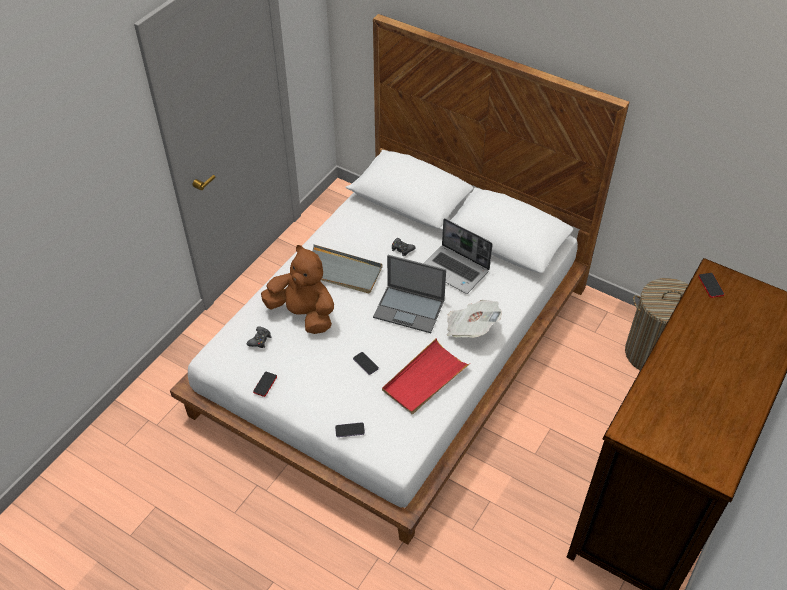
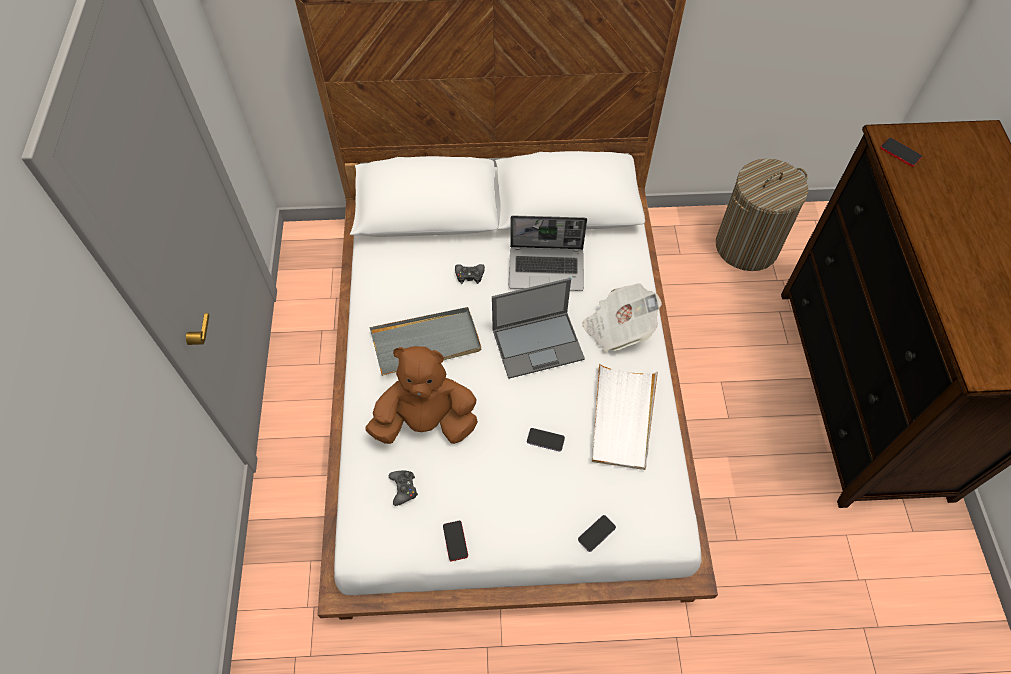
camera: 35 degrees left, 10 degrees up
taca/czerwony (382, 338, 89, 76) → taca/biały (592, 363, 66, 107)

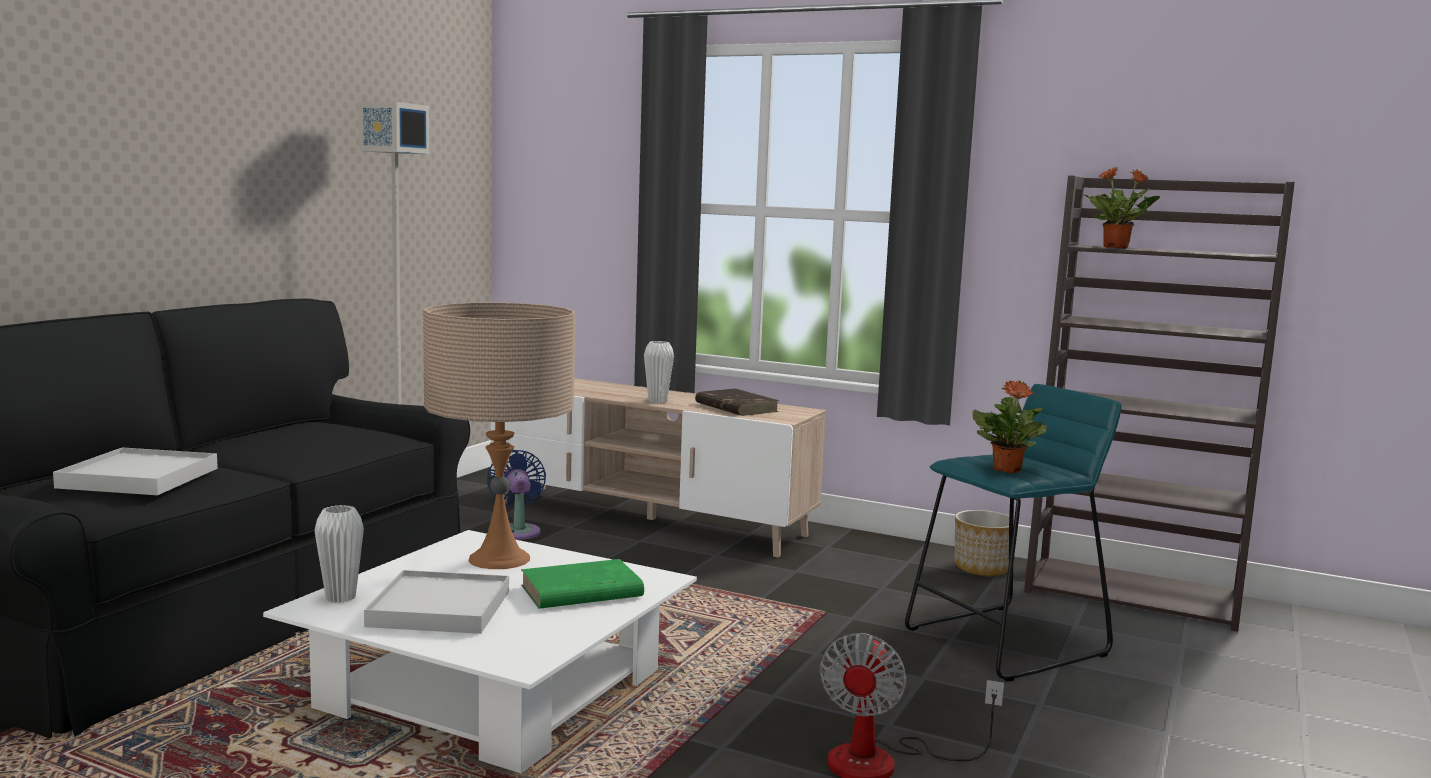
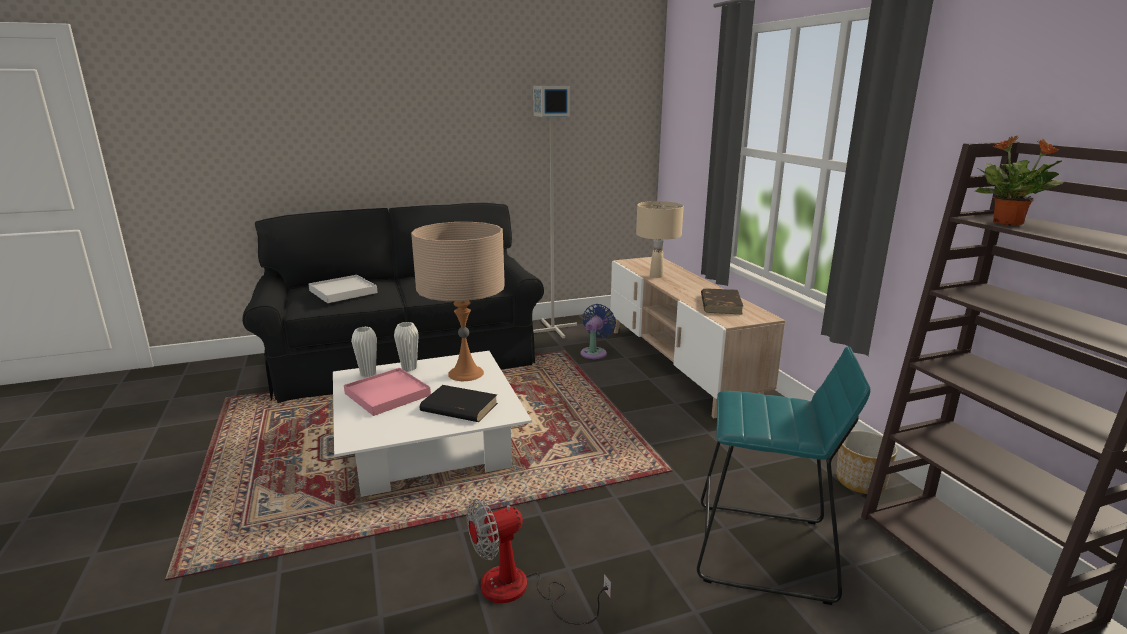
camera: 45 degrees right, 10 degrees up
roślina doniczkowa (972, 380, 75, 93) → -
- → lampa stołowa/beżowy (636, 201, 48, 77)
wazon/biały (644, 341, 30, 62) → wazon/biały (394, 322, 25, 49), moved
taca/biały (364, 570, 145, 64) → taca/różowy (344, 368, 87, 48)
książka/zielony (521, 559, 123, 50) → książka/czarny (420, 385, 78, 37)

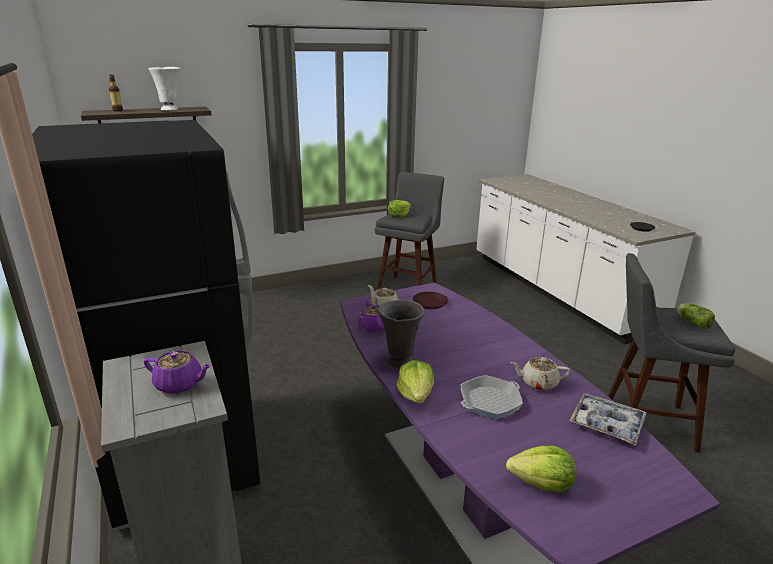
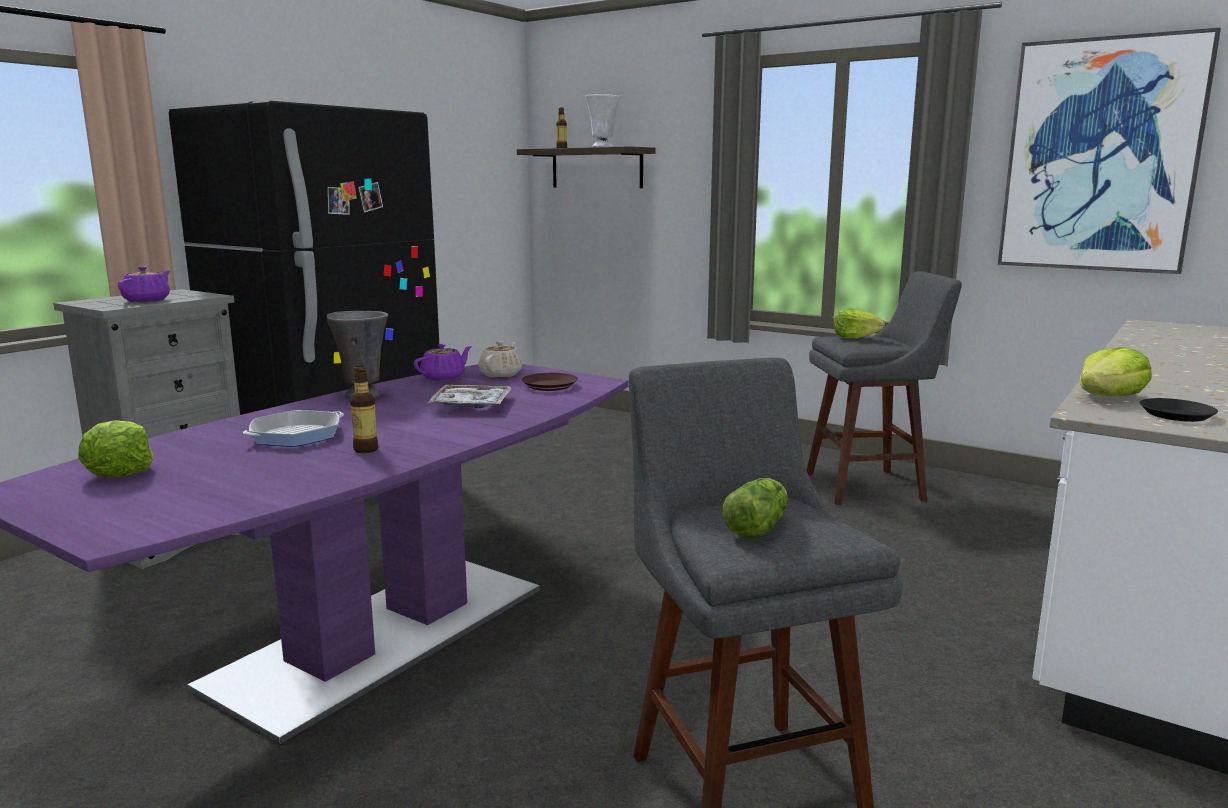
camera: 60 degrees right, 10 degrees down
- → obraz (998, 28, 223, 246)
sałata (397, 360, 37, 43) → sałata (1079, 347, 73, 49), moved
taca (569, 393, 78, 52) → taca (428, 385, 84, 23), moved
imbryk/beżowy (510, 357, 60, 34) → butelka (350, 365, 28, 88)
imbryk/fioletowy (144, 351, 67, 43) → imbryk/fioletowy (118, 266, 52, 36), 150 degrees counterclockwise
patelnia (461, 375, 62, 44) → patelnia (243, 410, 101, 37), 75 degrees counterclockwise

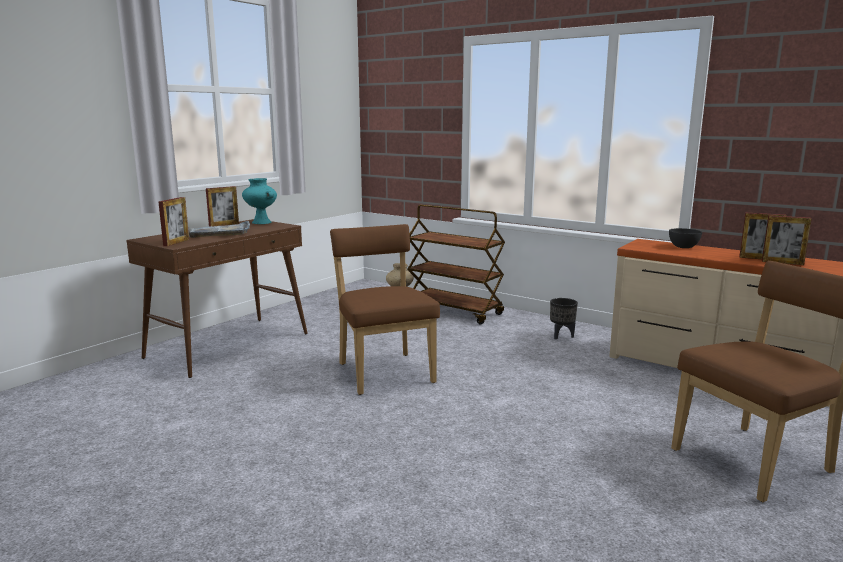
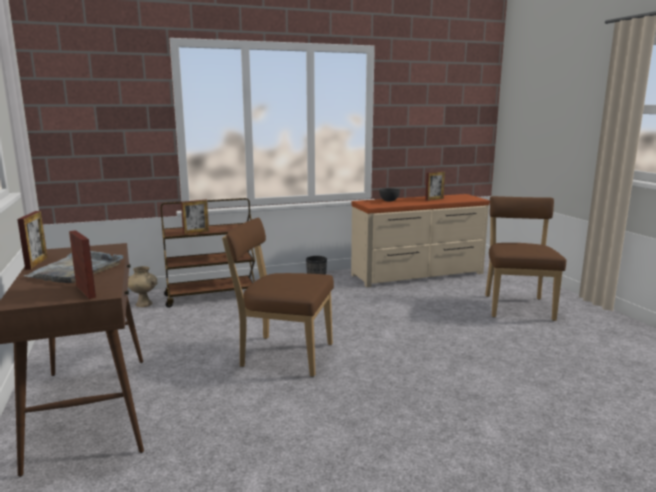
camera: 55 degrees left, 0 degrees up
wazon/turkusowy (242, 178, 35, 46) → -
ramka na zdjęcie (762, 215, 50, 50) → ramka na zdjęcie (181, 200, 28, 35), moved

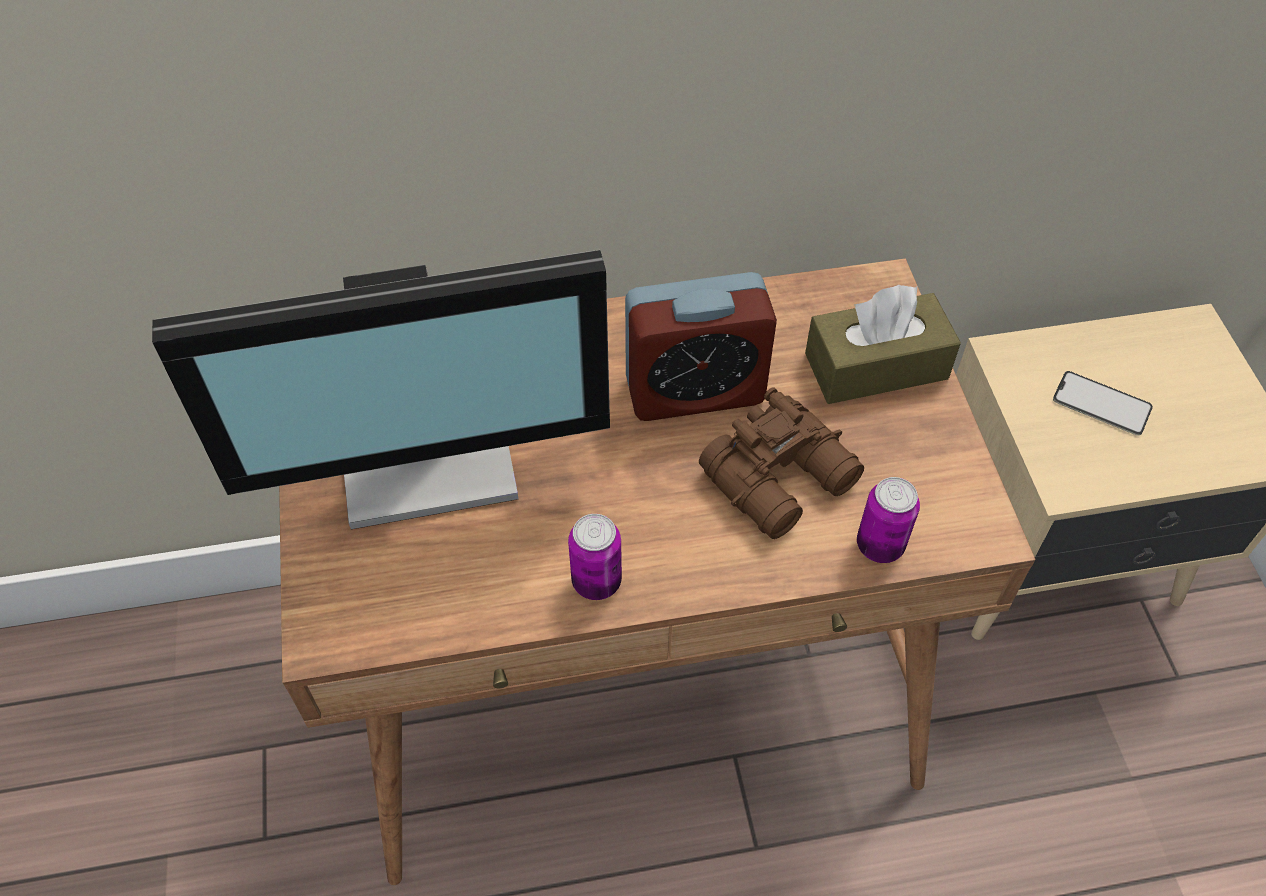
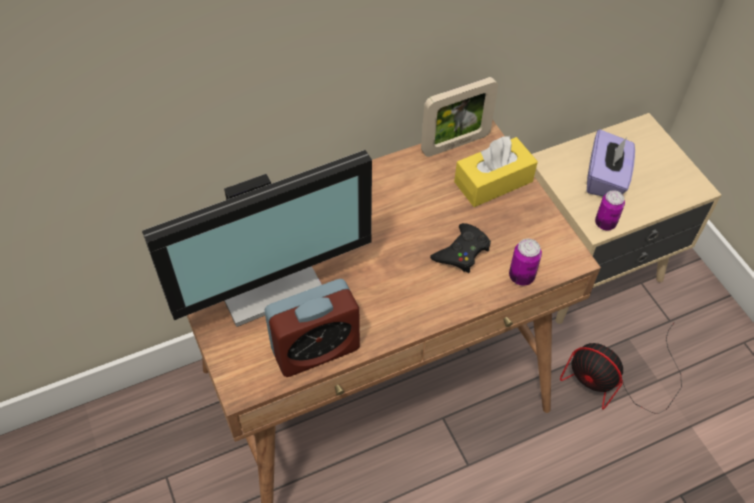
camera: 15 degrees left, 0 degrees up
- → ramka na zdjęcie (421, 77, 77, 80)
- → wentylator (560, 322, 122, 92)
puszka (568, 514, 54, 86) → puszka (595, 190, 30, 40), moved
budzik (625, 272, 152, 149) → budzik (264, 279, 96, 98), moved
lornetka/brązowy (699, 387, 165, 152) → pad do gier/czarny (430, 223, 61, 50)
telefon (1053, 371, 100, 65) → pudełko chusteczek/fioletowy (587, 129, 48, 67)
pudełko chusteczek/brązowy (805, 285, 156, 119) → pudełko chusteczek/żółty (454, 135, 84, 72)

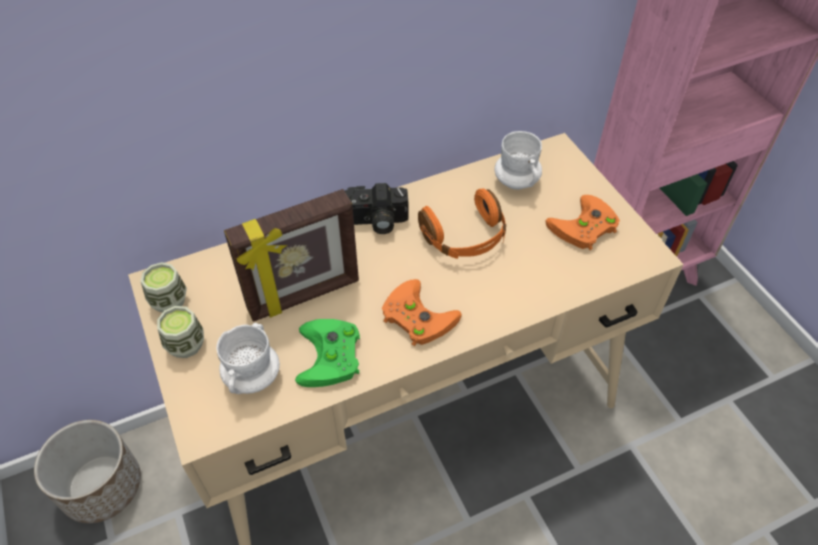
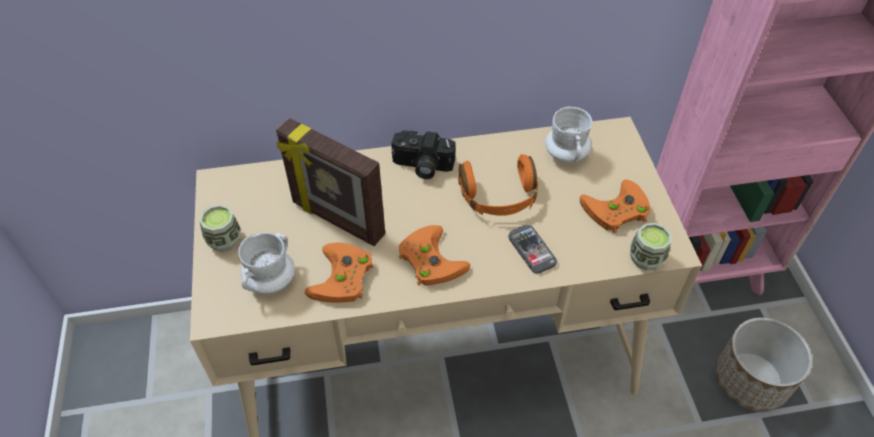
camera: 15 degrees right, 0 degrees up
- → telefon (508, 225, 49, 49)
donica (34, 420, 107, 103) → donica (716, 317, 96, 95), moved
filiżanka (141, 262, 46, 51) → filiżanka (630, 223, 41, 47), moved
pad do gier/zielony (295, 319, 65, 68) → pad do gier/pomarańczowy (305, 243, 68, 60)
ramka na zdjęcie (224, 189, 135, 133) → ramka na zdjęcie (276, 118, 109, 128), 45 degrees clockwise

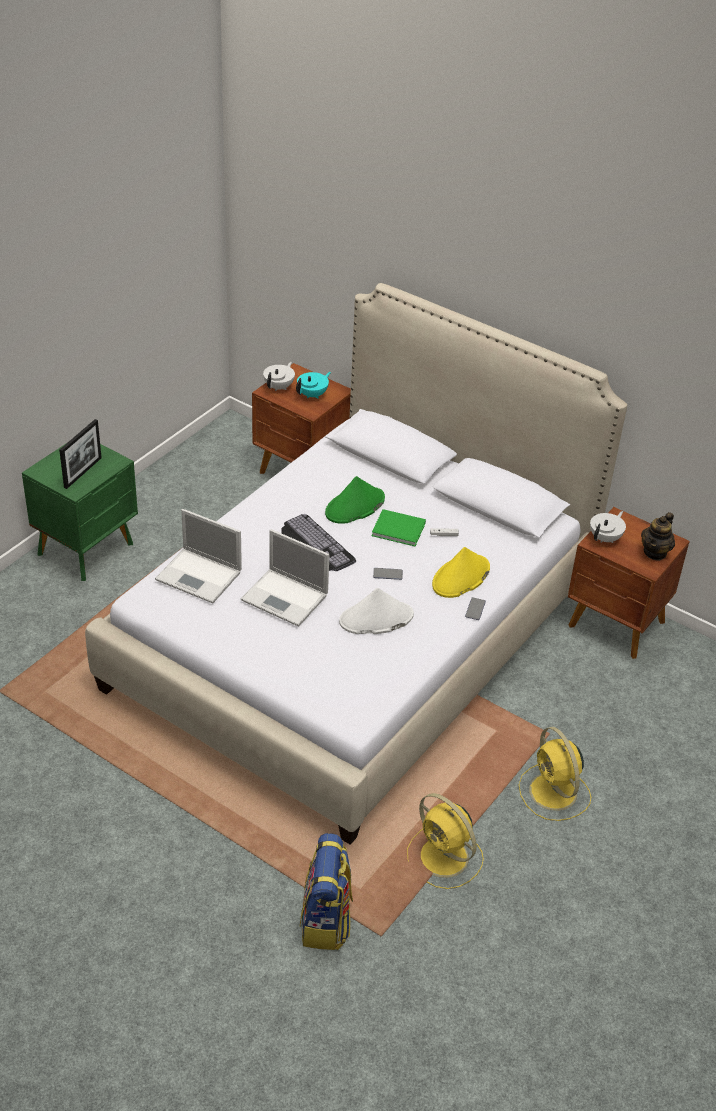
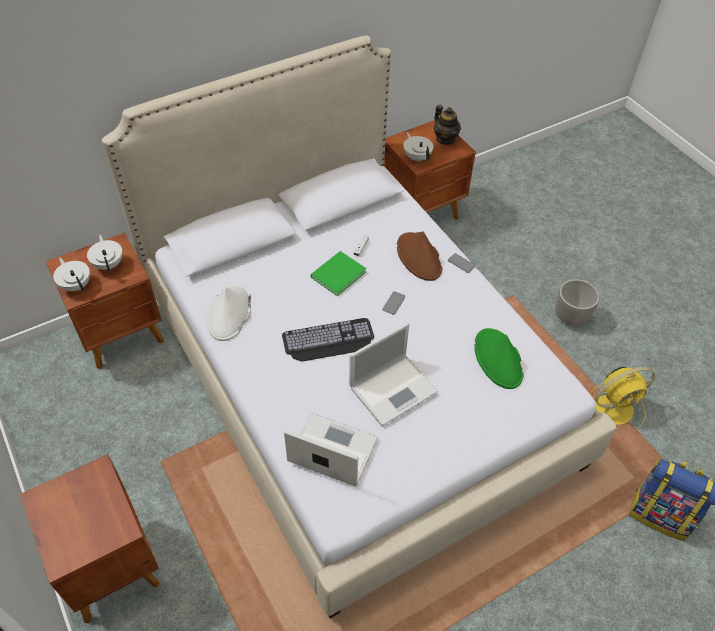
camera: 65 degrees left, 10 degrees up
ramka na zdjęcie (59, 419, 43, 70) → -
kapelusz/zielony (325, 476, 60, 48) → kapelusz/zielony (474, 328, 50, 61), moved
kapelusz/biały (339, 588, 75, 46) → kapelusz/biały (207, 284, 44, 57), moved
wentylator/żółty (519, 727, 72, 94) → donica (555, 279, 45, 47)
szafka nocna/zielony (22, 442, 116, 139) → szafka nocna/brązowy (20, 454, 140, 170)
imbryk/turkusowy (296, 372, 35, 27) → imbryk/biały (87, 235, 36, 37)
kapelusz/żółty (432, 547, 58, 51) → kapelusz/brązowy (397, 231, 45, 50)
laptop (155, 509, 87, 94) → laptop (284, 413, 94, 74), 120 degrees counterclockwise

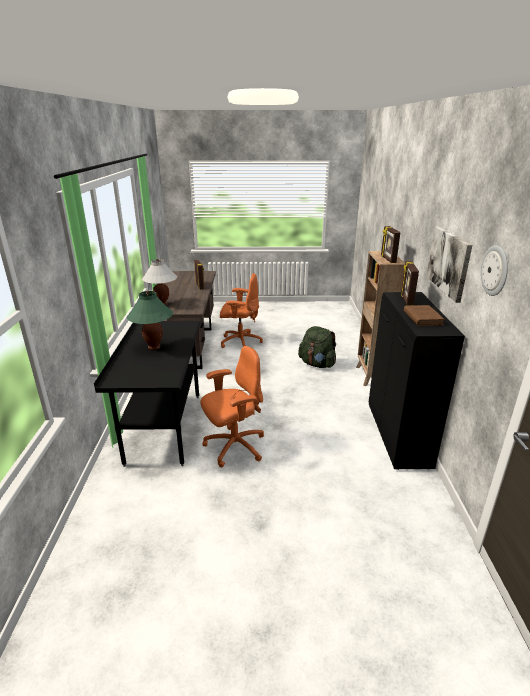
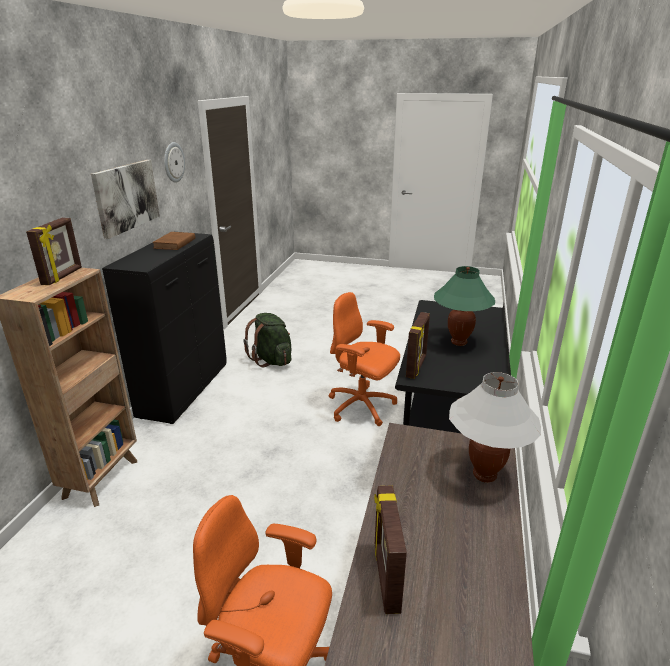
camera: 165 degrees left, 0 degrees up
plecak/zielony (298, 326, 38, 42) → plecak/zielony (243, 313, 48, 54), moved
ramka na zdjęcie (401, 261, 18, 45) → ramka na zdjęcie (406, 312, 24, 67), moved
krzesło biurowe/pomarańczowy (200, 346, 64, 122) → krzesło biurowe/pomarańczowy (329, 292, 71, 134), 45 degrees clockwise

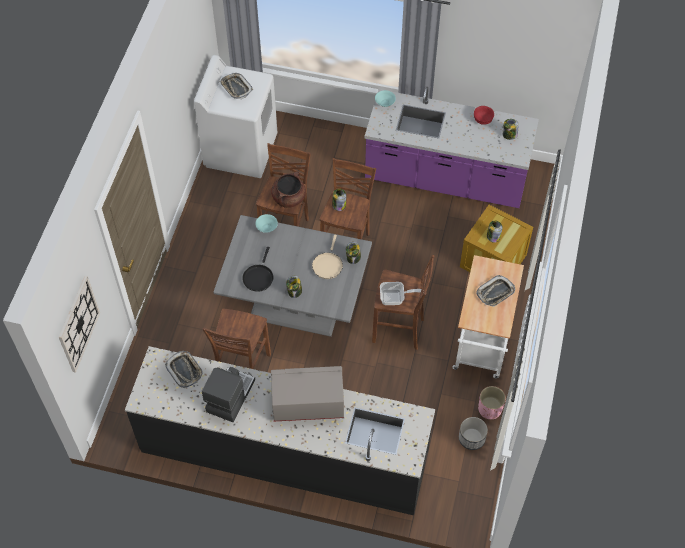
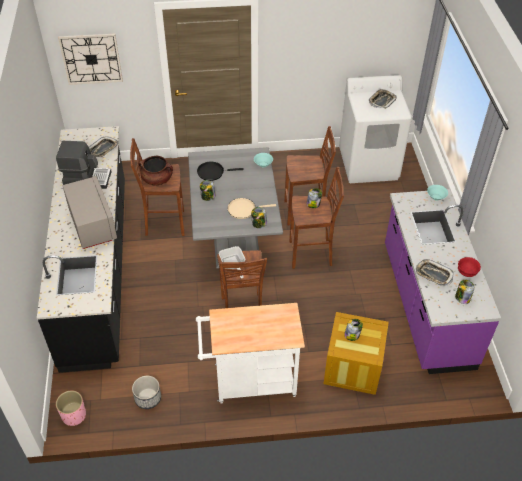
camera: 70 degrees right, 10 degrees down
garnek/brązowy (271, 171, 35, 37) → garnek/brązowy (139, 156, 34, 29), moved
taca (476, 275, 39, 32) → taca (415, 259, 38, 27), moved
donica/różowy (478, 386, 28, 33) → donica/różowy (56, 390, 30, 36), moved

